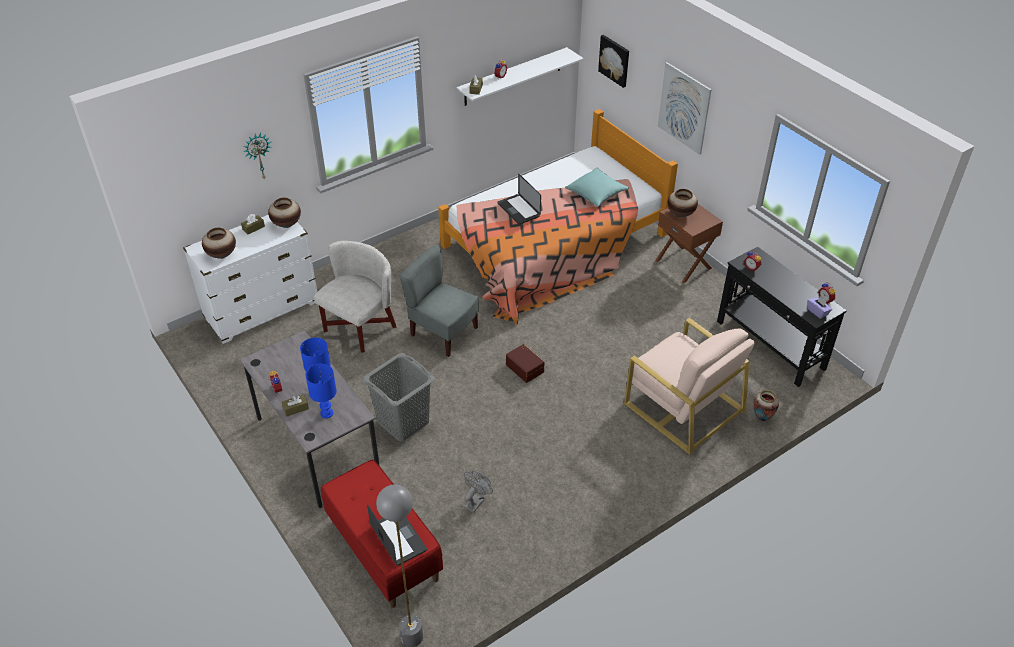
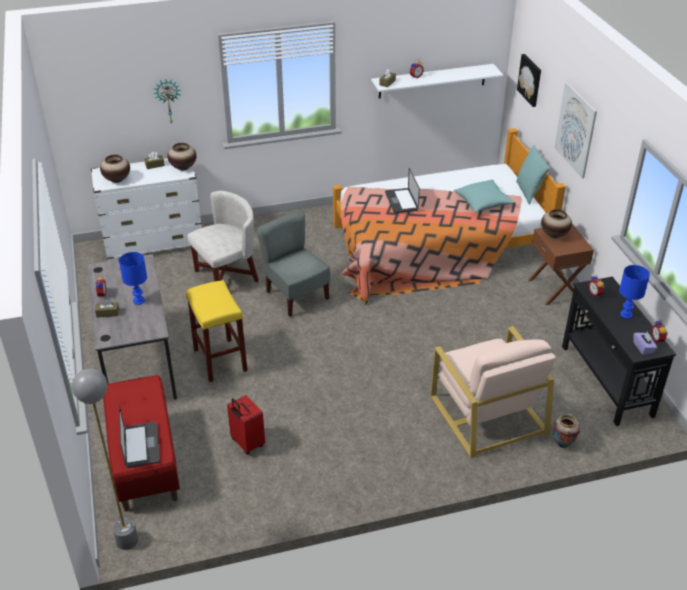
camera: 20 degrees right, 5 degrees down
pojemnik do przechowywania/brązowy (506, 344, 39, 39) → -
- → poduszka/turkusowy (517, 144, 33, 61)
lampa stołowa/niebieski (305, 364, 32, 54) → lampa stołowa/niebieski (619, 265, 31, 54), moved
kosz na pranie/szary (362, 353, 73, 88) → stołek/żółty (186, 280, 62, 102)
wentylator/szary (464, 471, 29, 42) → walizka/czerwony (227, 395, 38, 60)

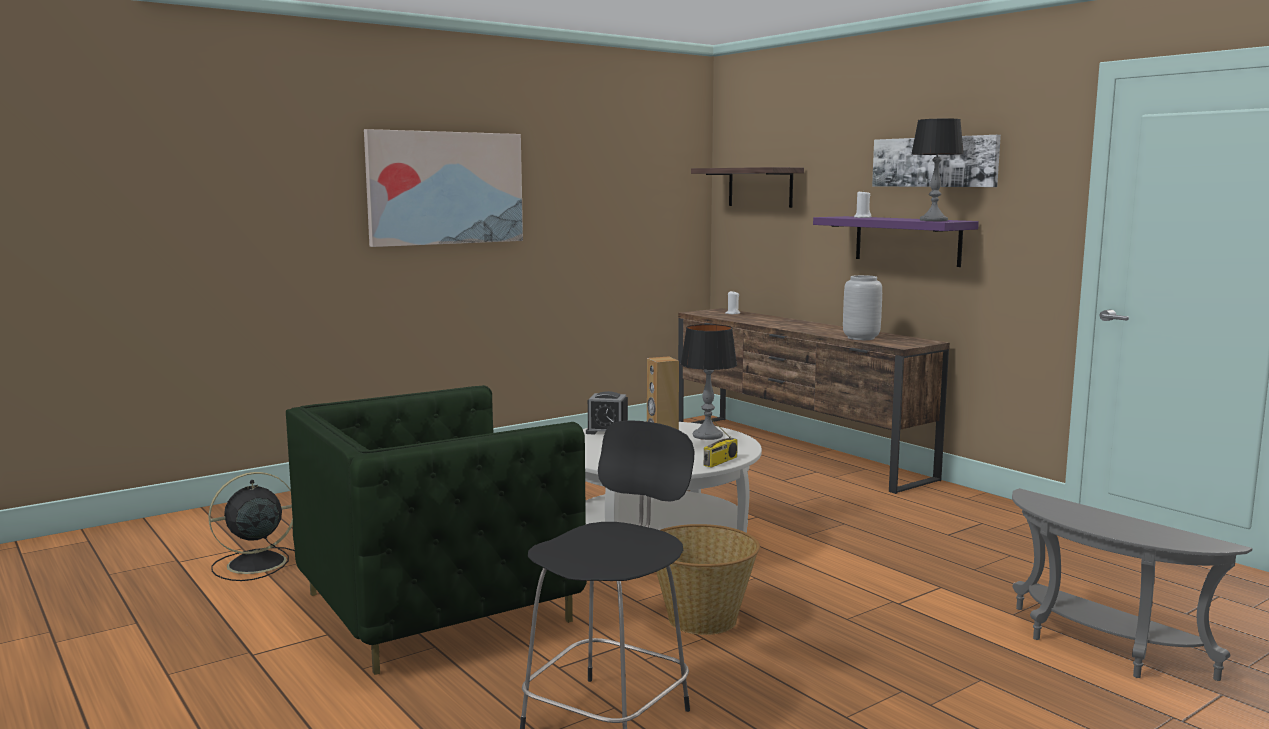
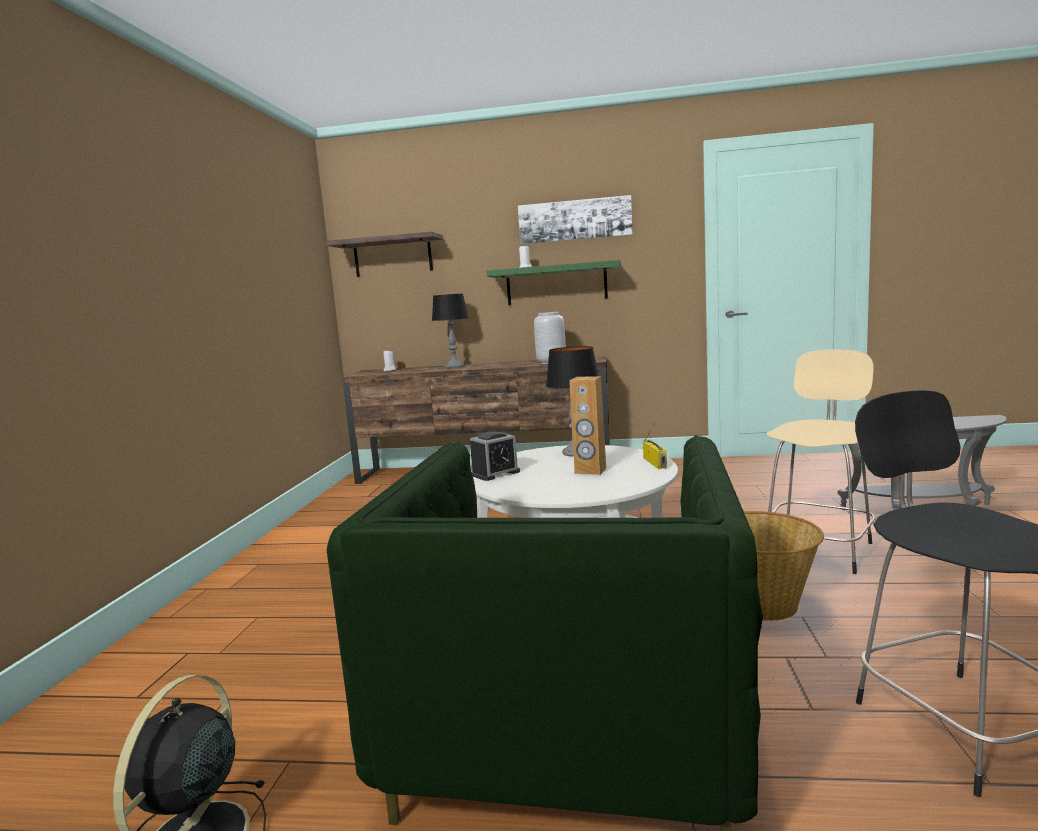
camera: 45 degrees left, 0 degrees up
obraz (364, 129, 159, 118) → -
- → stołek/beżowy (767, 350, 108, 224)
lampa stołowa (911, 119, 53, 102) → lampa stołowa (432, 293, 37, 75), moved
półka/fioletowy (813, 216, 166, 51) → półka/zielony (486, 260, 135, 45)

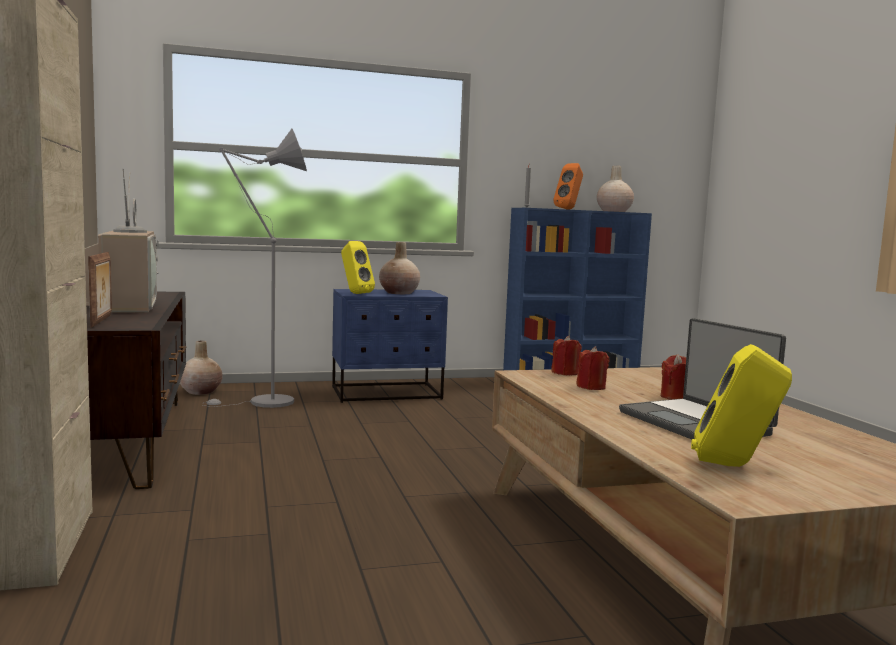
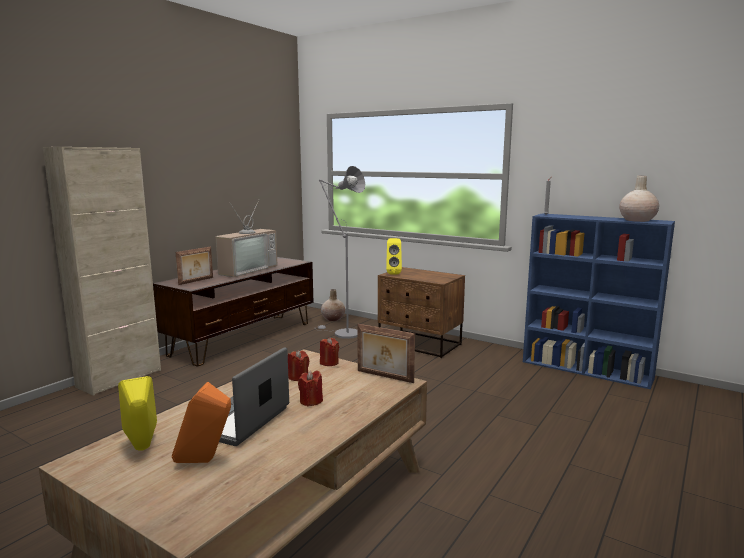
camera: 50 degrees right, 5 degrees up
wazon/beżowy (379, 242, 41, 52) → -
- → ramka na zdjęcie (357, 324, 58, 59)
głośnik/pomarańczowy (553, 163, 30, 47) → głośnik/pomarańczowy (172, 382, 59, 81), moved
szafka nocna/niebieski (332, 289, 116, 114) → szafka nocna/brązowy (378, 267, 87, 91)

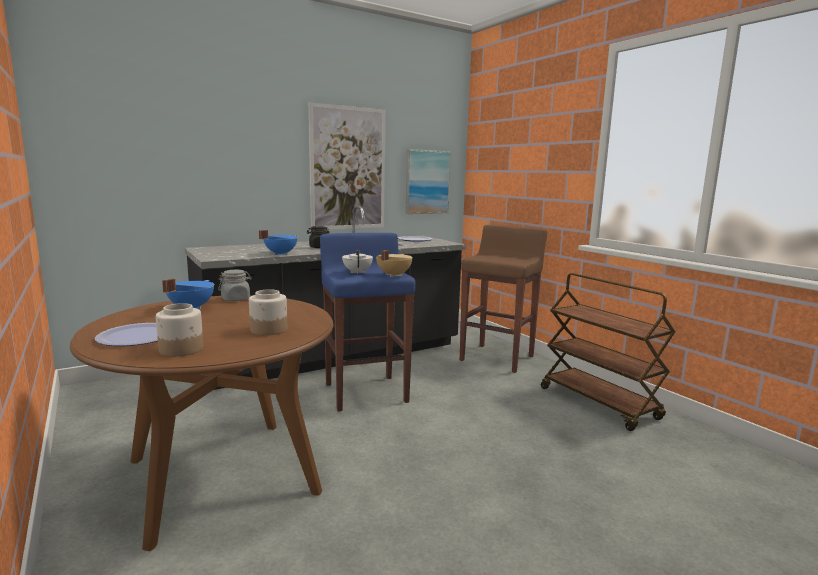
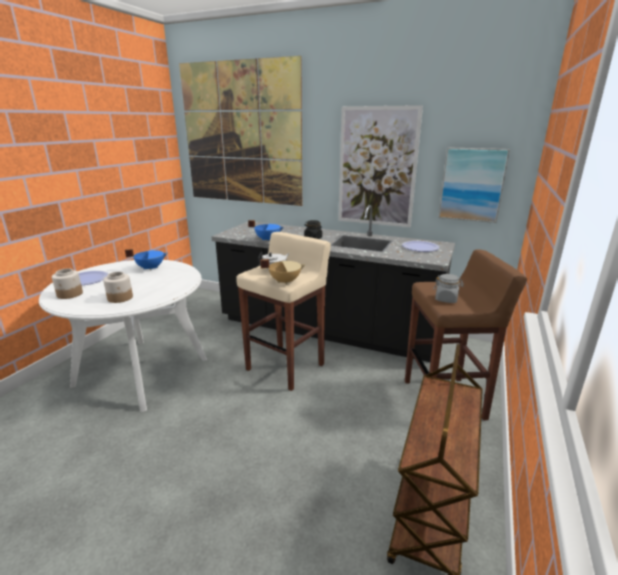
camera: 55 degrees right, 10 degrees up
- → obraz (179, 56, 123, 150)
słoik/szary (218, 270, 34, 31) → słoik/szary (433, 274, 31, 29), moved
stół jadalny/brązowy (70, 296, 263, 255) → stół jadalny/biały (39, 260, 168, 152)
stołek/niebieski (320, 233, 95, 179) → stołek/beżowy (236, 232, 95, 159)

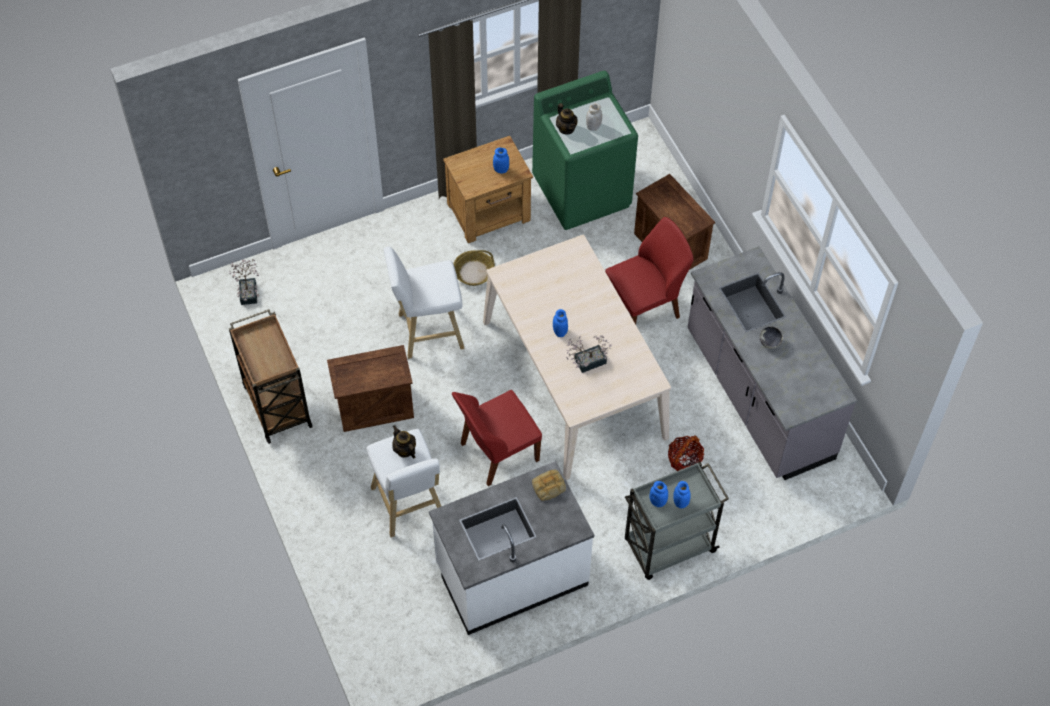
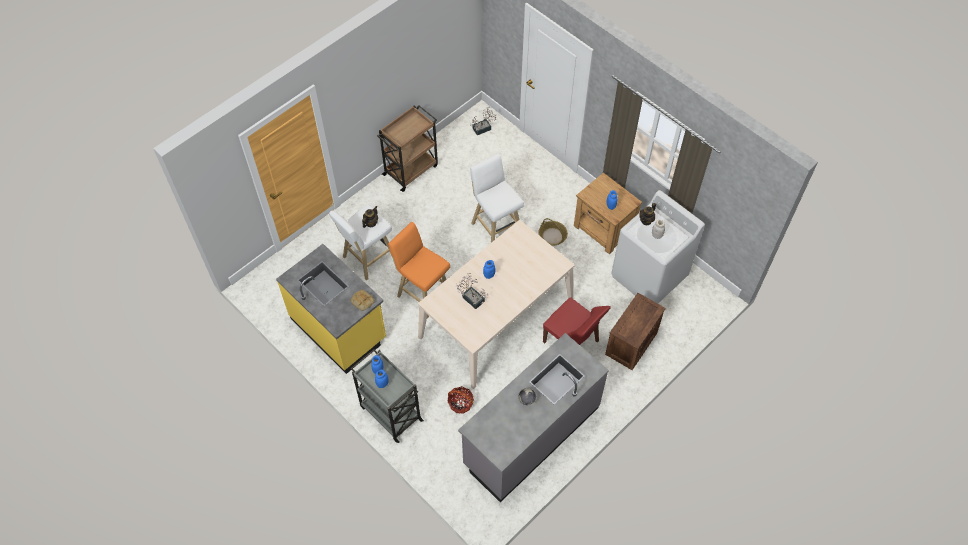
camera: 70 degrees right, 0 degrees up
skrzynka (327, 345, 87, 87) → -
krzesło/czerwony (452, 390, 90, 96) → stołek/pomarańczowy (388, 222, 62, 97)
zabudowa kuchenna/biały (429, 461, 165, 174) → zabudowa kuchenna/żółty (276, 244, 110, 130)
pralka/zielony (532, 71, 106, 159) → pralka/biały (611, 190, 94, 114)

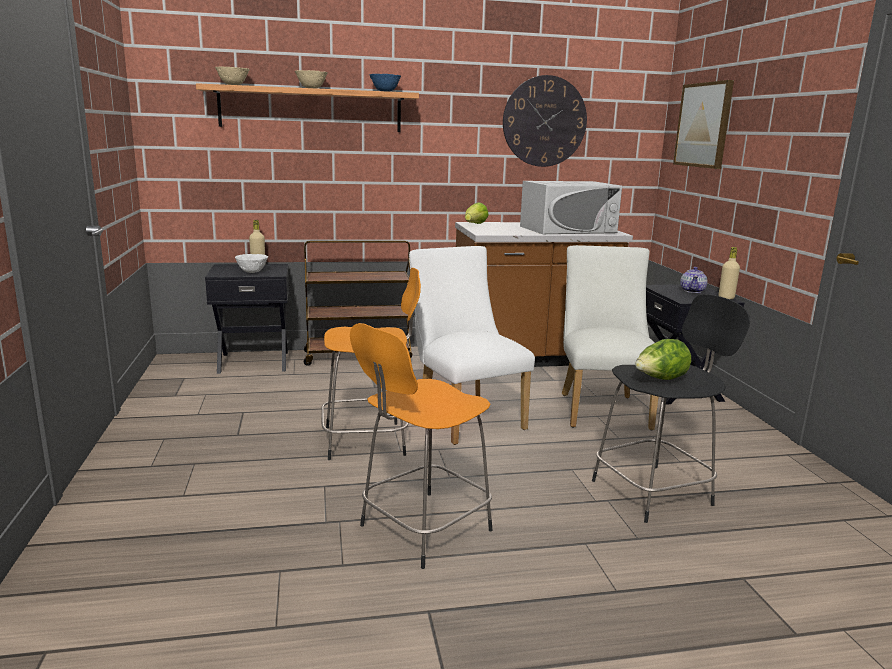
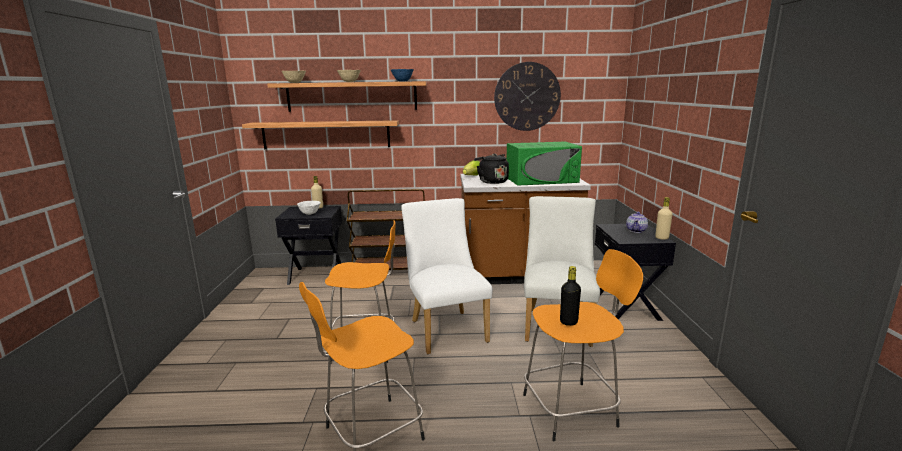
camera: 10 degrees right, 0 degrees up
obraz (673, 80, 61, 89) → -
- → półka (242, 120, 157, 29)
- → czajnik/czarny (474, 154, 35, 30)
sałata (635, 339, 56, 41) → butelka/czarny (560, 266, 21, 60)
mikrofalówka/biały (520, 181, 102, 53) → mikrofalówka/zielony (507, 142, 75, 44)
stołek/czarny (592, 294, 158, 229) → stołek/pomarańczowy (523, 249, 120, 192)

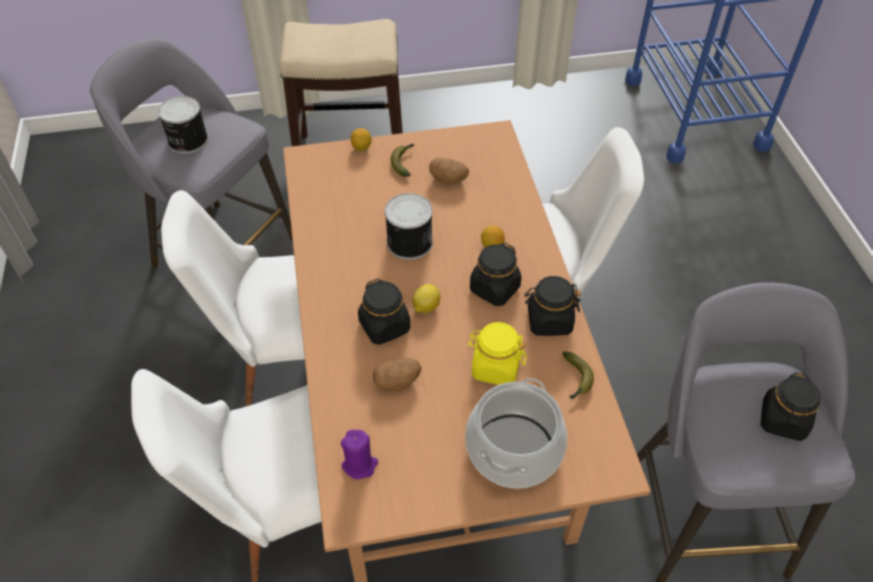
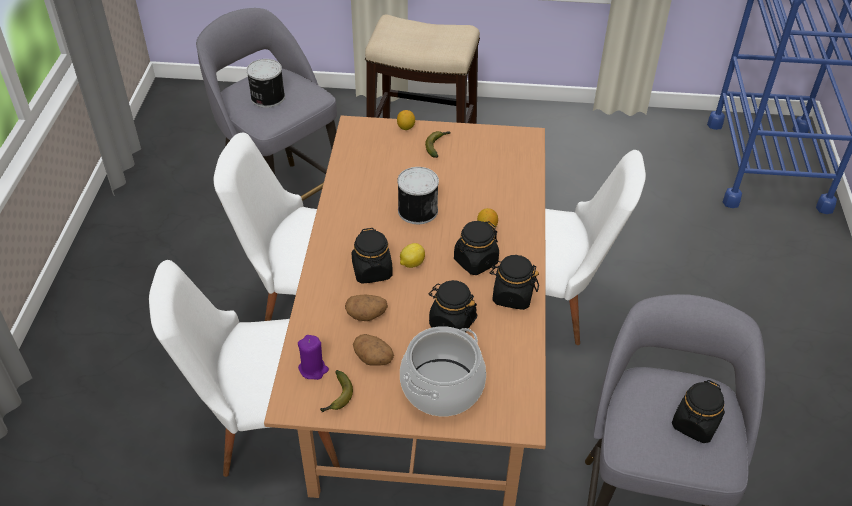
camera: 15 degrees right, 5 degrees down
ziemniak (429, 158, 40, 26) → ziemniak (353, 334, 41, 32), moved
banan (562, 351, 32, 49) → banan (320, 370, 33, 43), moved
słoik/żółty (467, 322, 60, 63) → słoik/czarny (428, 280, 49, 52)

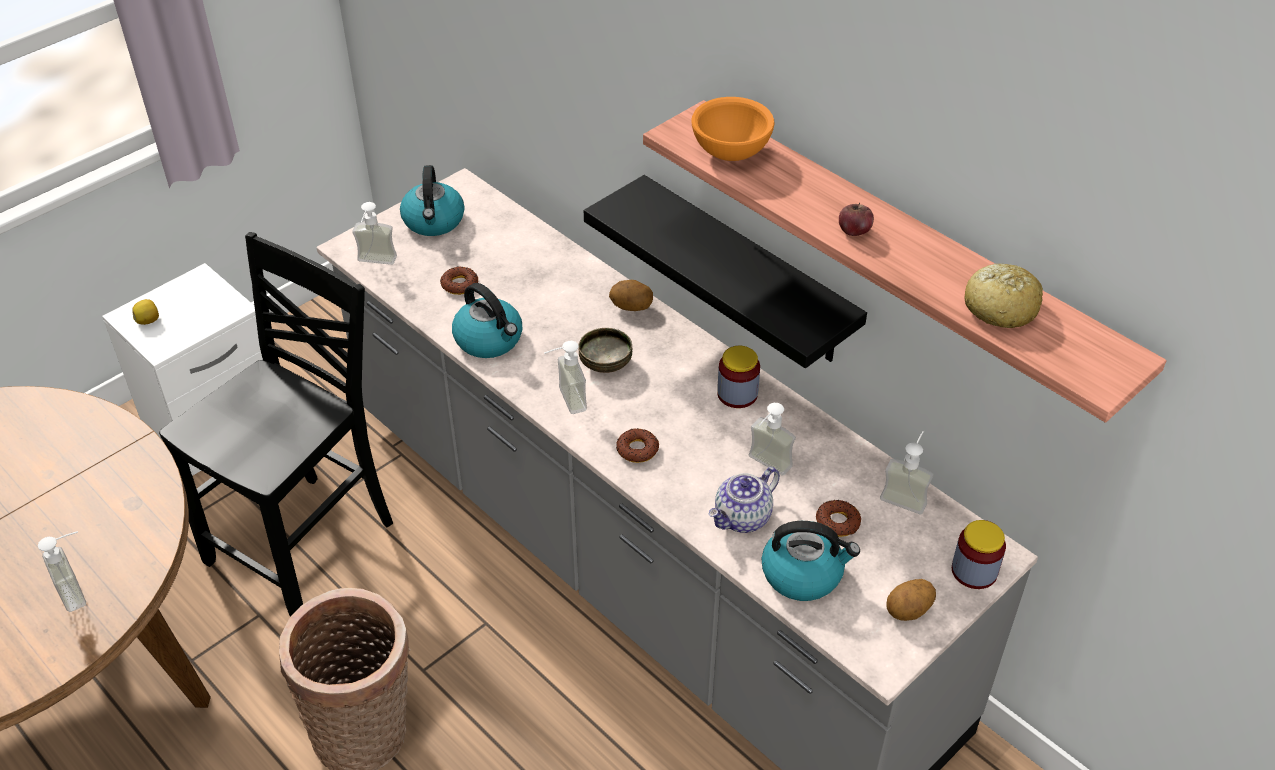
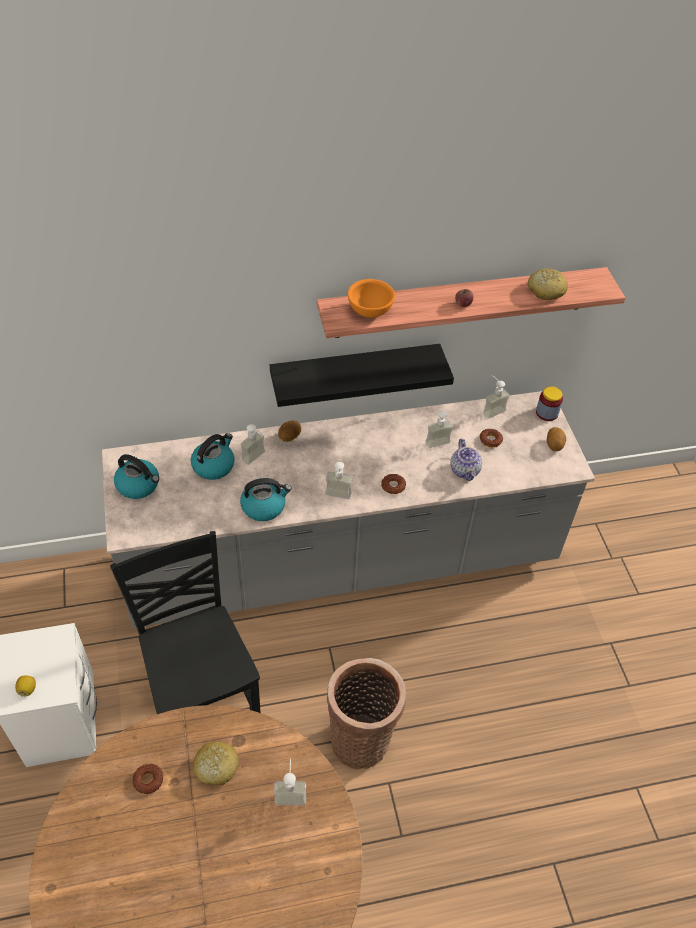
camera: 60 degrees left, 5 degrees up
miska (579, 328, 53, 45) → -
słoik (717, 346, 43, 62) → -
- → chleb (193, 741, 46, 45)
dozownik mydła (352, 202, 45, 63) → dozownik mydła (240, 424, 25, 41), moved
donut (440, 266, 38, 29) → donut (132, 764, 31, 30), moved
czajnik (762, 521, 98, 80) → czajnik (191, 433, 44, 47), moved

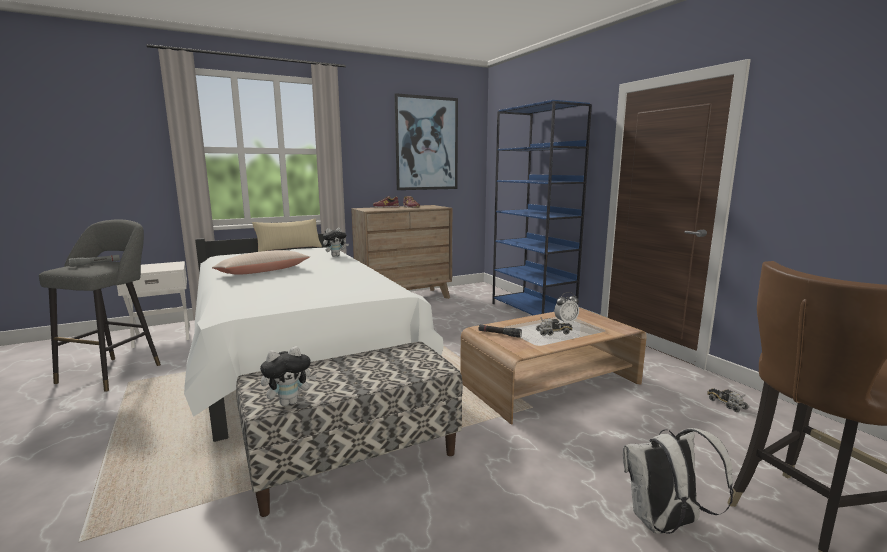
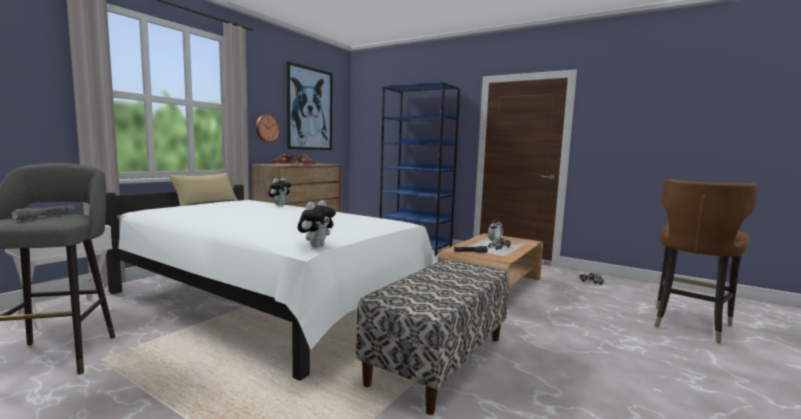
camera: 30 degrees left, 5 degrees down
poduszka/beżowy (212, 250, 98, 25) → -
plecak/biały (623, 428, 111, 106) → -
- → zegar ścienny (256, 114, 24, 28)
pluszak (260, 346, 57, 60) → pluszak (298, 200, 38, 47), moved

